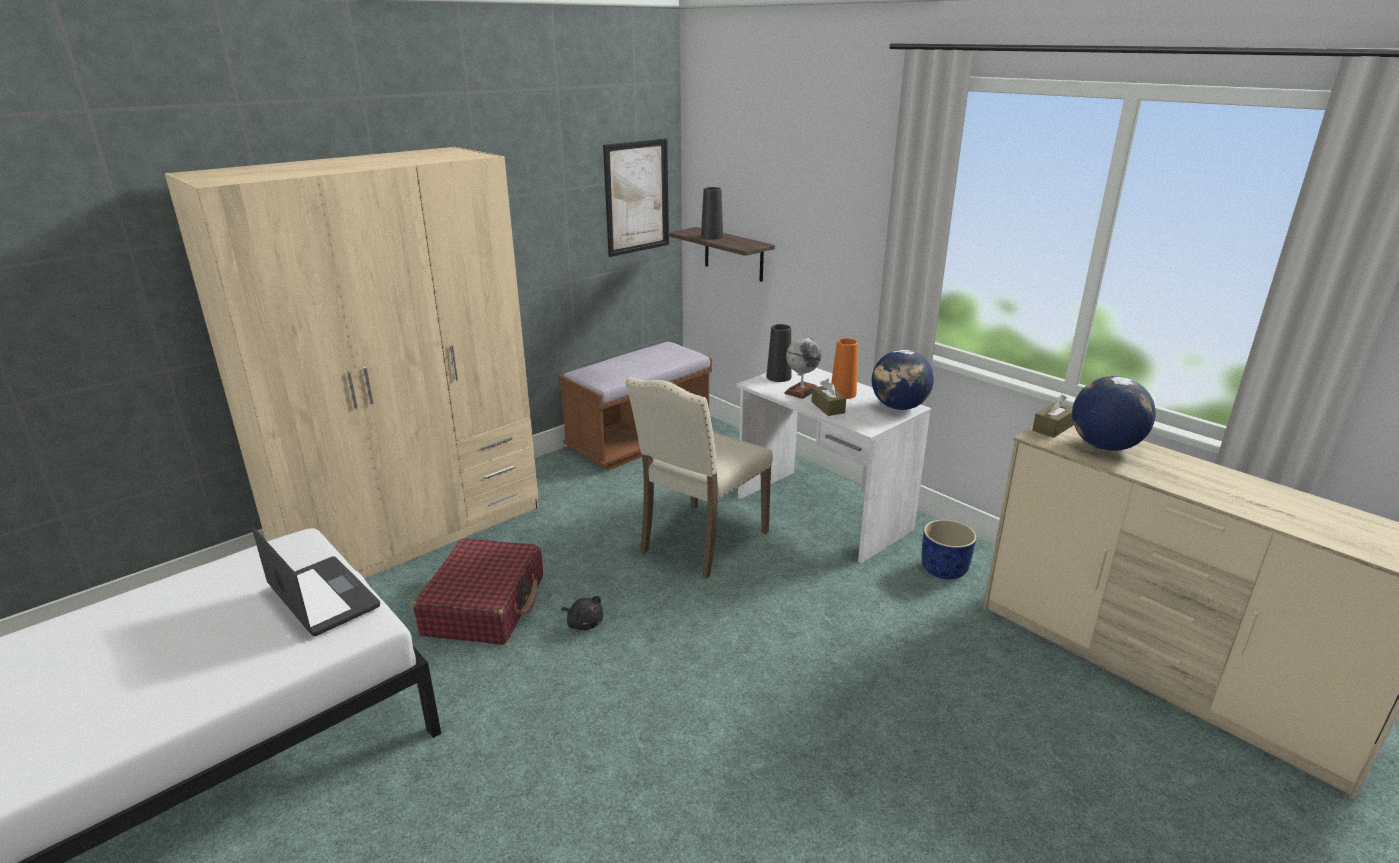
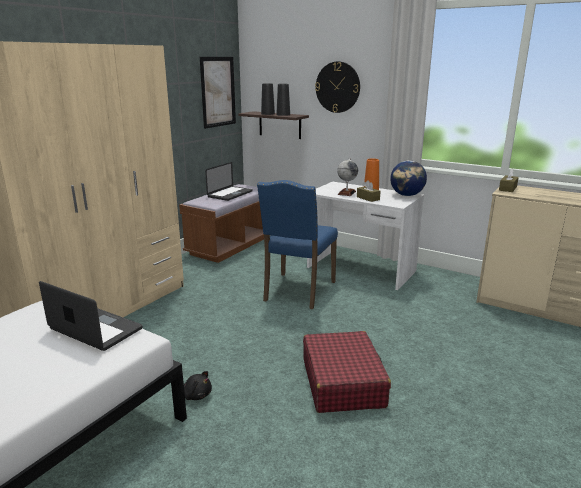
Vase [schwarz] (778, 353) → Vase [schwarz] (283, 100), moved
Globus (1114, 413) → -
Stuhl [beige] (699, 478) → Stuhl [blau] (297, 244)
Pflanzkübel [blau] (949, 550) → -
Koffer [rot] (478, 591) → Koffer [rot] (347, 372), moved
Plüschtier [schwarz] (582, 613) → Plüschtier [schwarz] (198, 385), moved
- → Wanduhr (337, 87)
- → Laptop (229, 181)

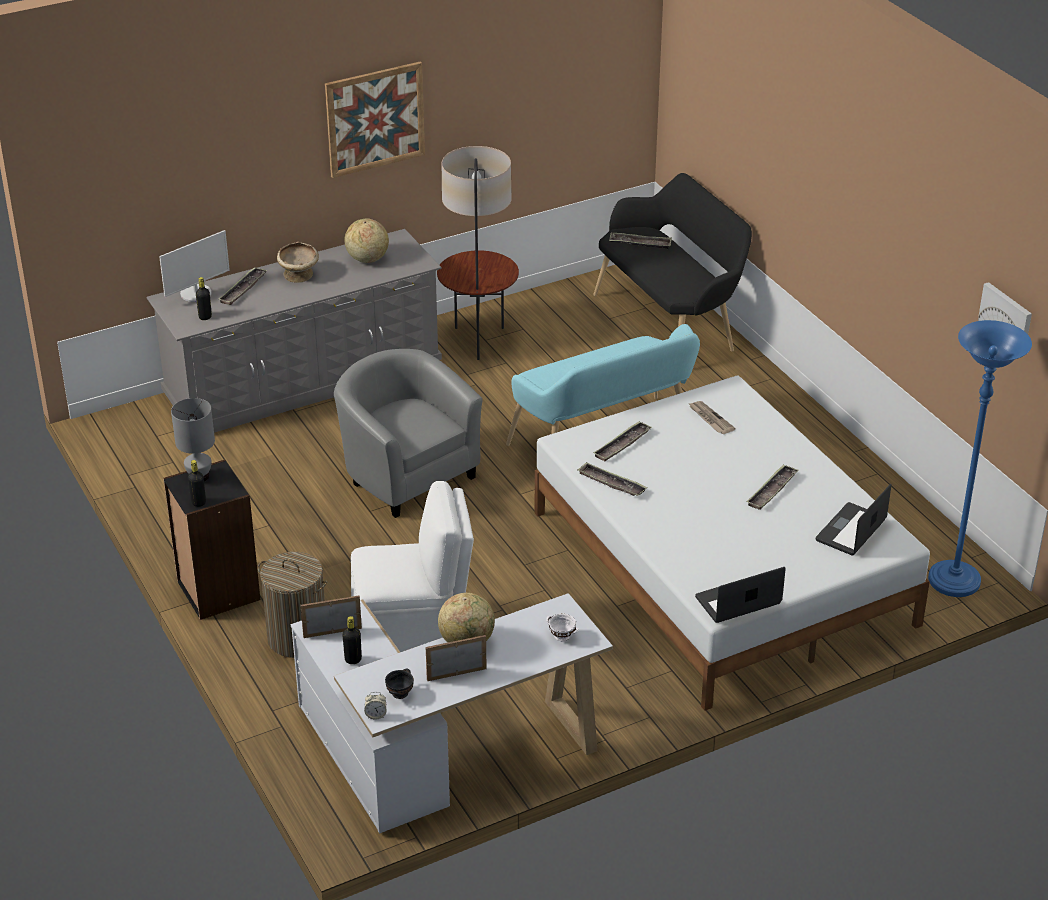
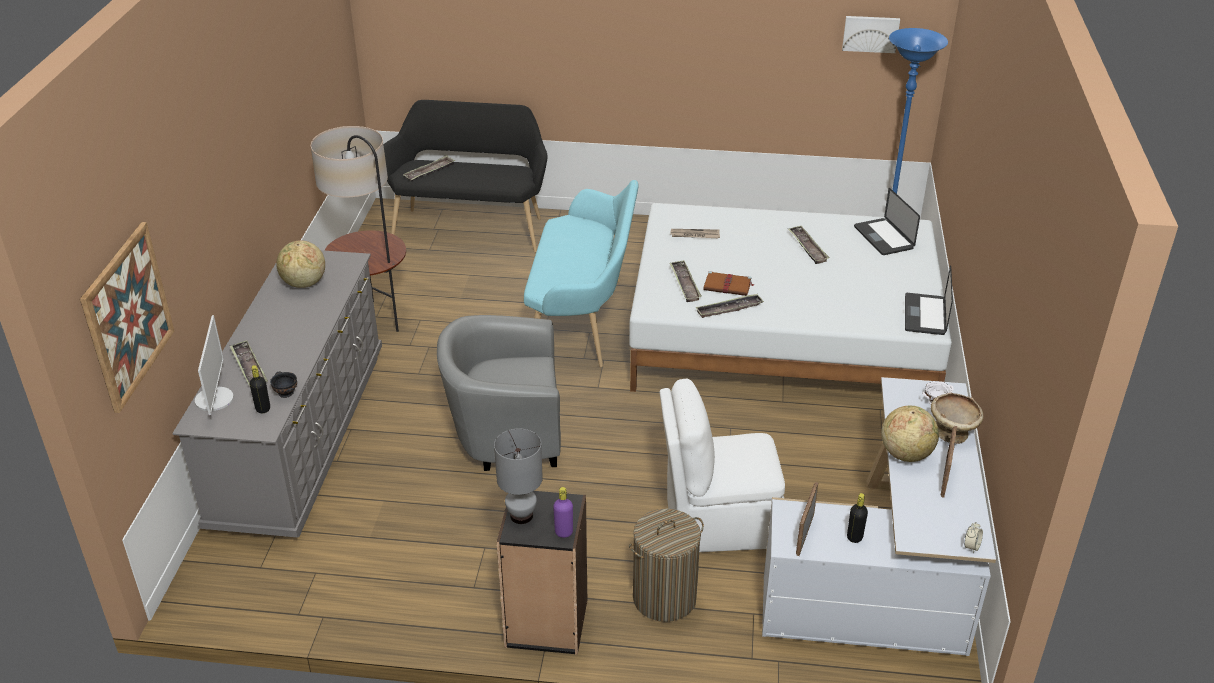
Bild (375, 120) → Bild (127, 317), moved
Schüssel [beige] (298, 262) → Schüssel [beige] (957, 418), moved
Flasche [schwarz] (197, 483) → Flasche [lila] (563, 512)
Stuhl [weiß] (412, 566) → Stuhl [weiß] (722, 465), 120 degrees counterclockwise
Schüssel [schwarz] (399, 684) → Schüssel [schwarz] (283, 385), moved
- → Buch [braun] (729, 283)

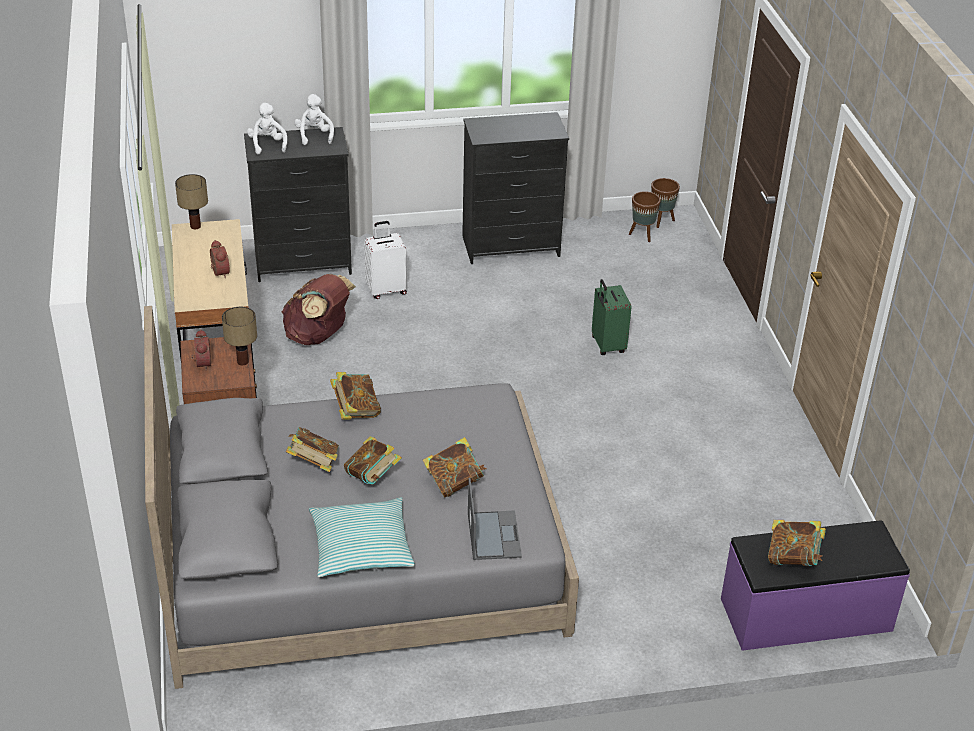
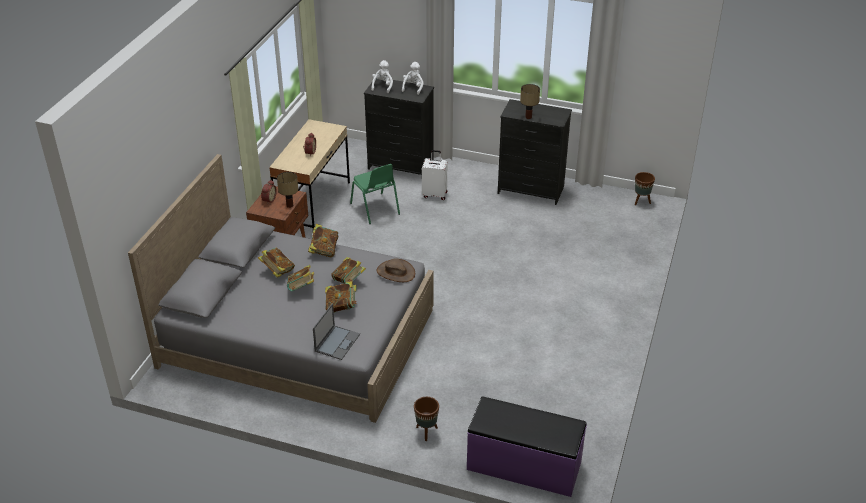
Tischlampe (191, 201) → Tischlampe (530, 101), moved
Pflanzkübel [braun] (645, 216) → Pflanzkübel [braun] (426, 419), moved
Rucksack [braun] (319, 309) → Stuhl [grün] (375, 194)
Koffer [grün] (611, 317) → -
Kissen (362, 537) → -
Buch (797, 543) → Buch (348, 270), moved
- → Hut [braun] (396, 270)

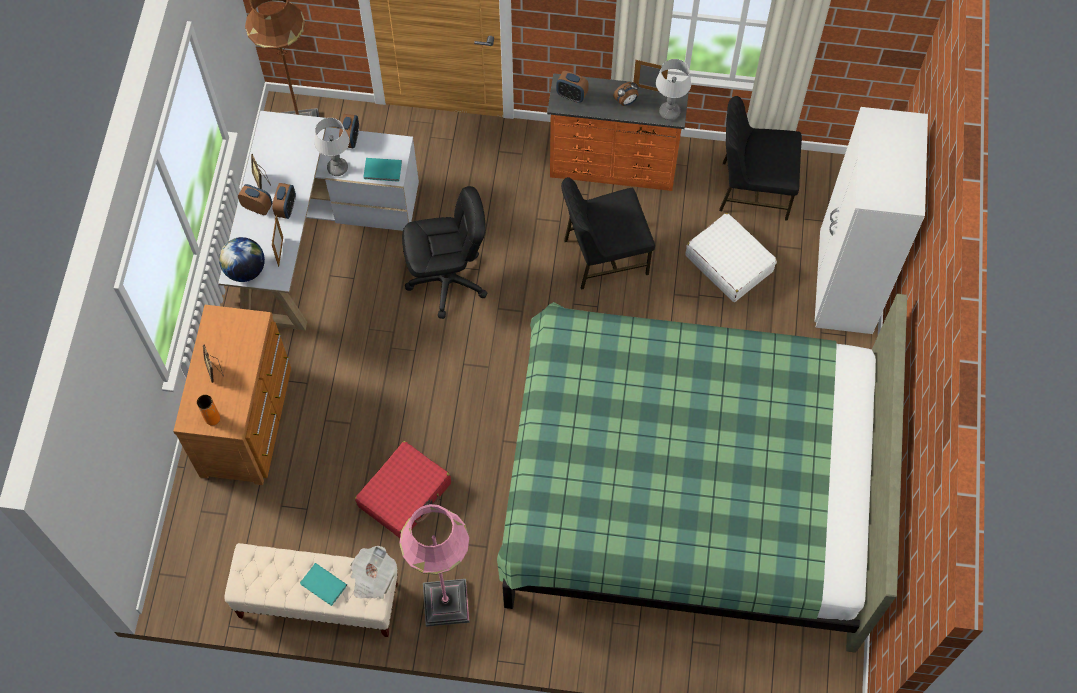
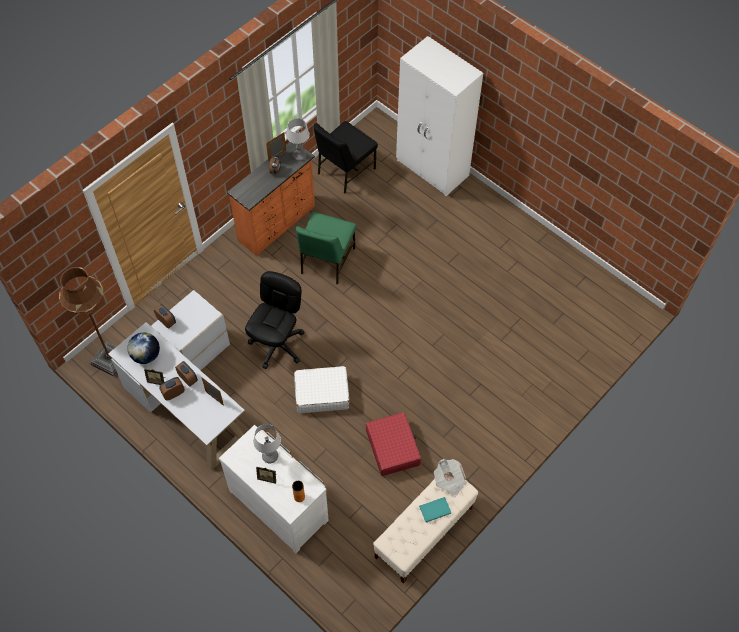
Wecker (572, 87) → -
Tischlampe (331, 147) → Tischlampe (267, 443), moved
Buch [türkis] (382, 170) → -
Stuhl [schwarz] (608, 233) → Stuhl [grün] (326, 248)
Koffer [weiß] (731, 257) → Koffer [weiß] (321, 389), moved
Globus (242, 259) → Globus (144, 348), moved
Bett [grün] (702, 473) → -
Kommode [braun] (232, 395) → Kommode [weiß] (274, 489)
Stehlampe [rosa] (434, 565) → -

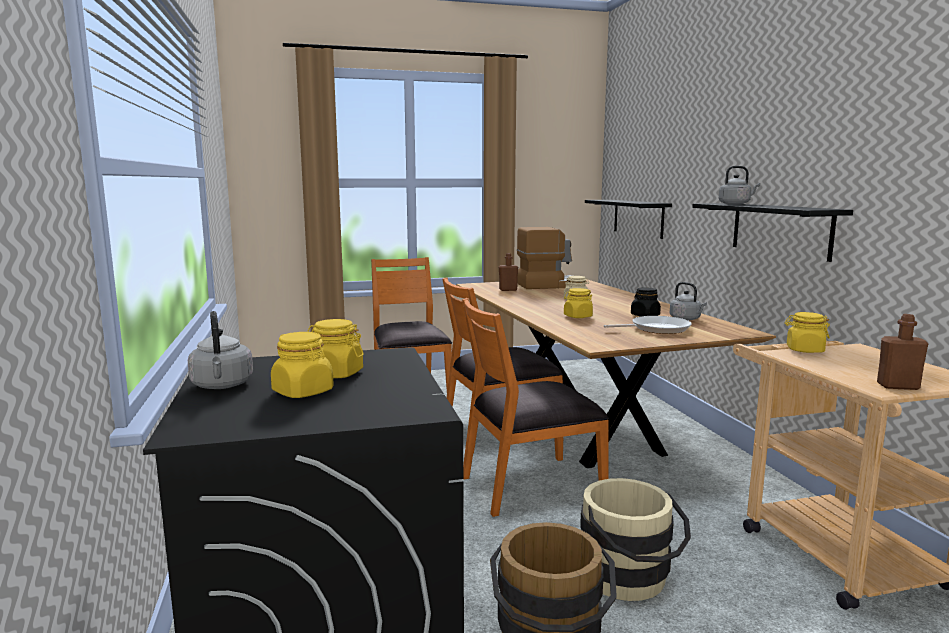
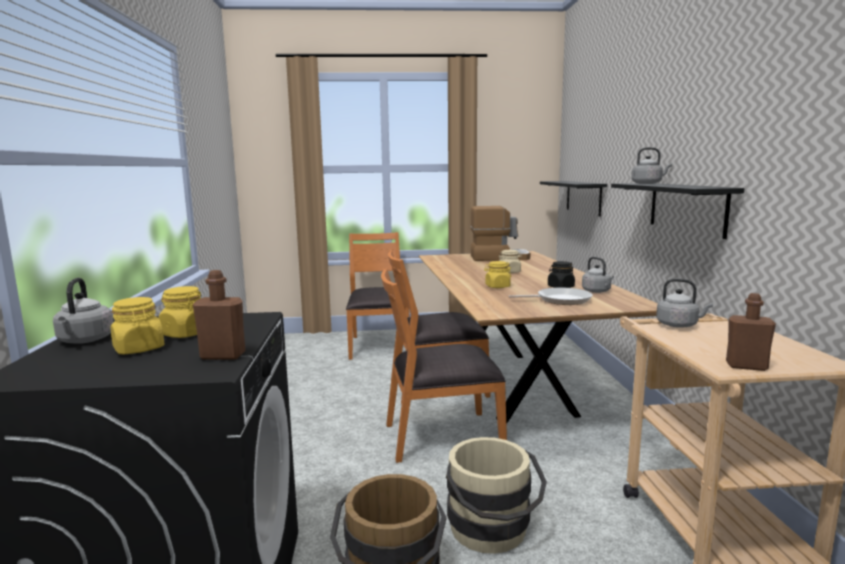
Flasche [braun] (508, 272) → Flasche [braun] (219, 315), moved
Vorratsglas [gelb] (807, 332) → Wasserkessel [grau] (684, 303)

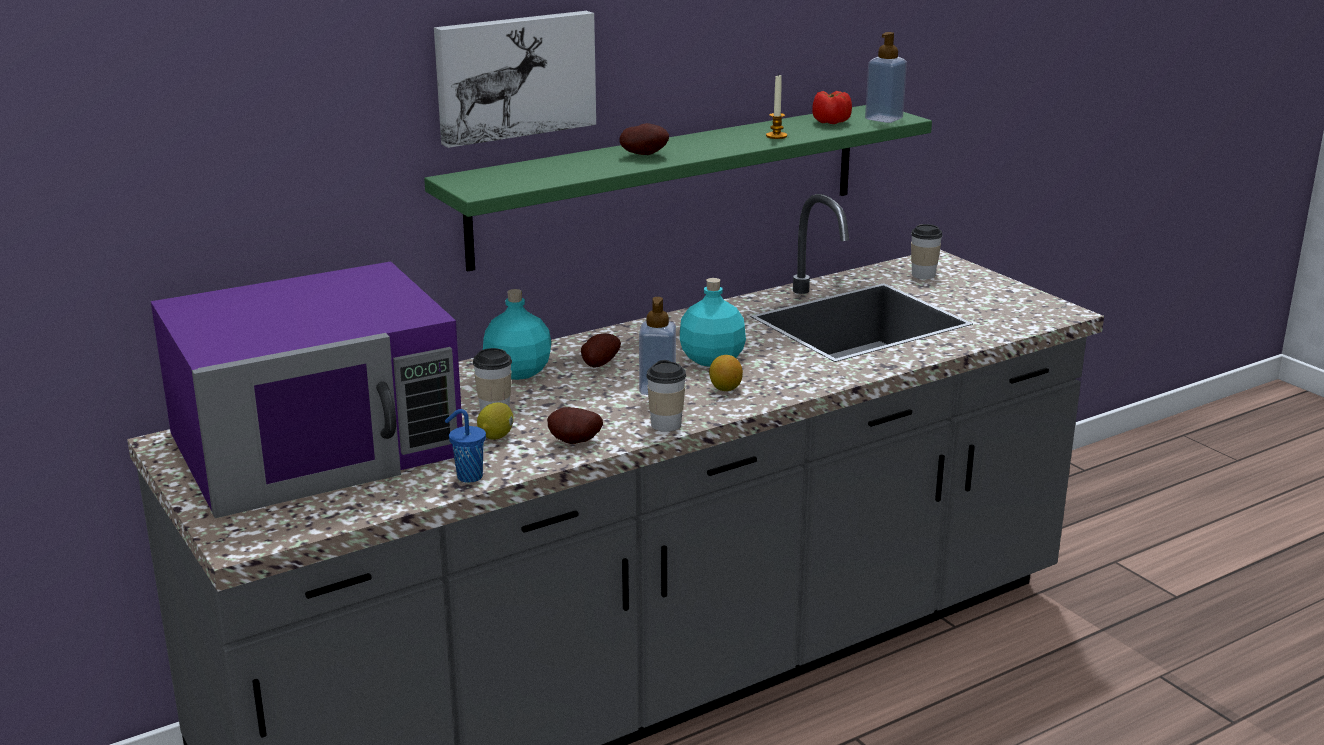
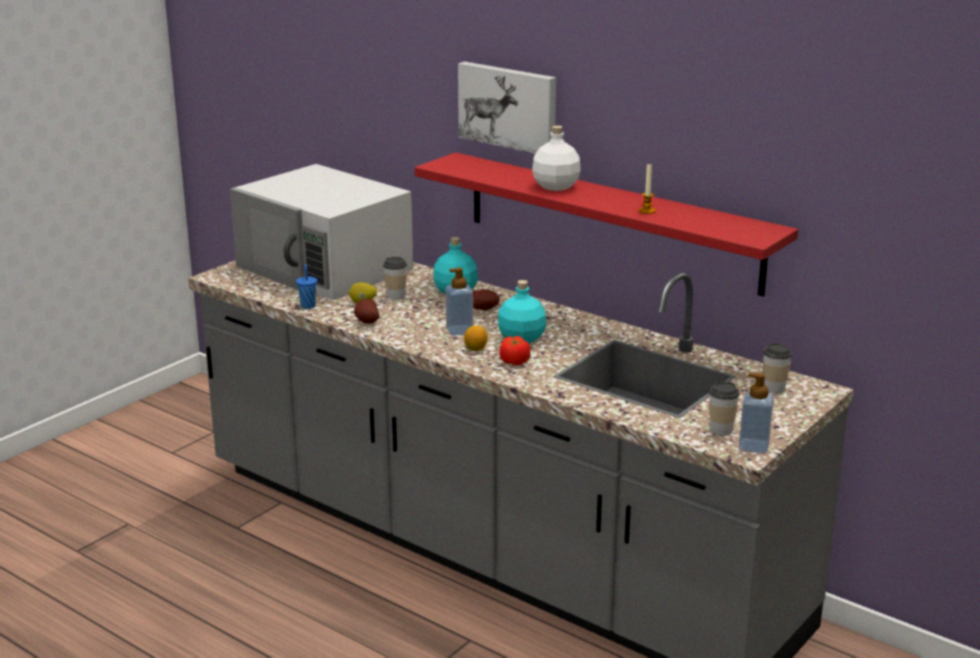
Seifenspender (886, 77) → Seifenspender (756, 413), moved
Tomate (832, 107) → Tomate (514, 351), moved
Wandregal [grün] (678, 188) → Wandregal [rot] (606, 224)
Kartoffel (644, 139) → Flasche [weiß] (556, 158)
Mikrowelle [lila] (307, 390) → Mikrowelle [weiß] (321, 232)
Tasse (666, 396) → Tasse (724, 409), moved

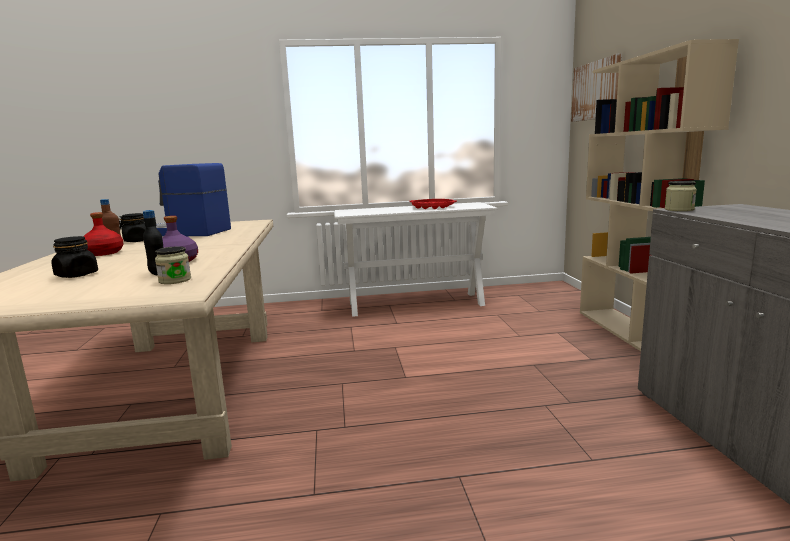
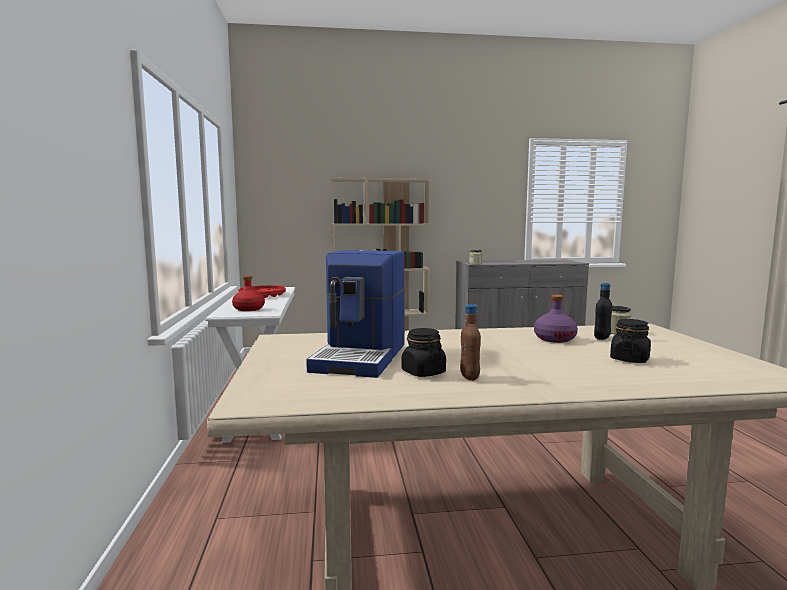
Bild (596, 88) → -
Flasche [rot] (103, 234) → Flasche [rot] (248, 293), moved

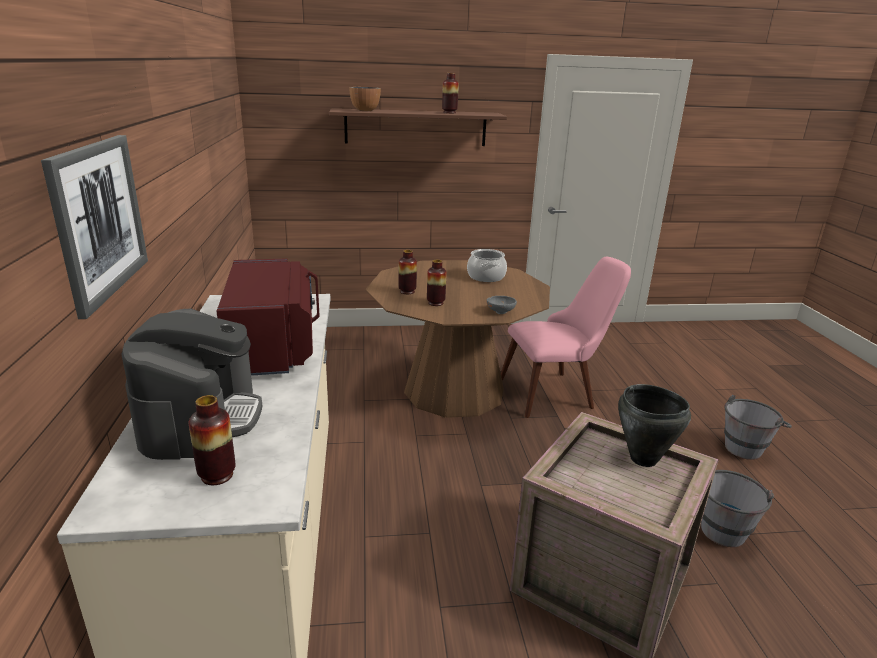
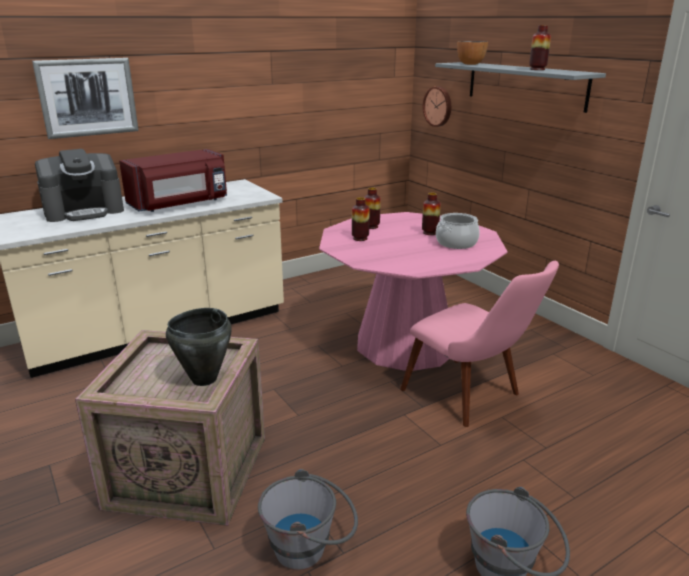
Wandregal [braun] (418, 127) → Wandregal [grau] (520, 87)
Esstisch [braun] (457, 339) → Esstisch [rosa] (413, 291)
Schüssel [grau] (501, 305) → -
Vase (212, 440) → Vase (431, 214), moved
- → Wanduhr (437, 107)

